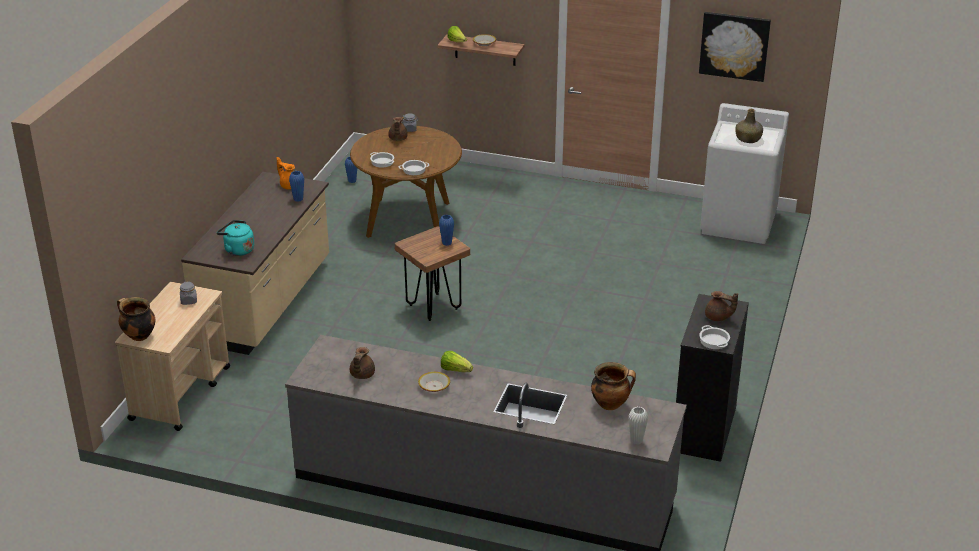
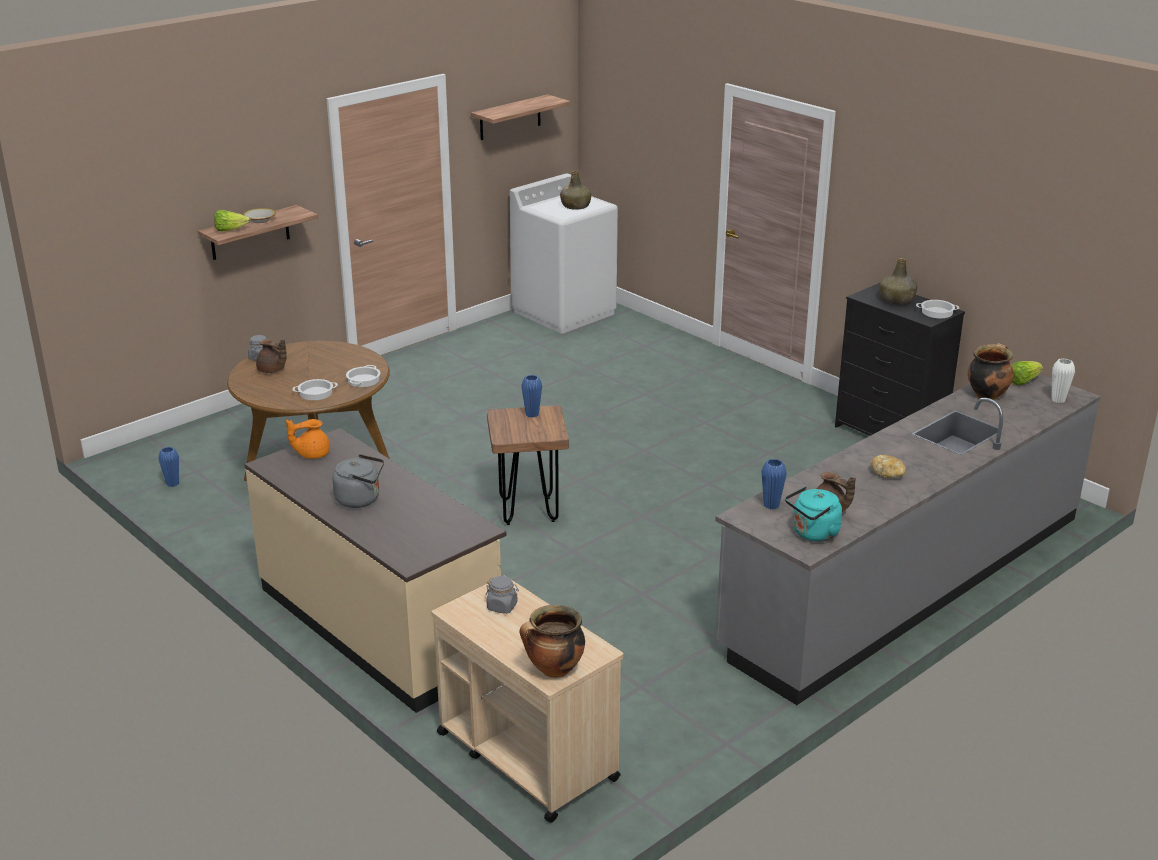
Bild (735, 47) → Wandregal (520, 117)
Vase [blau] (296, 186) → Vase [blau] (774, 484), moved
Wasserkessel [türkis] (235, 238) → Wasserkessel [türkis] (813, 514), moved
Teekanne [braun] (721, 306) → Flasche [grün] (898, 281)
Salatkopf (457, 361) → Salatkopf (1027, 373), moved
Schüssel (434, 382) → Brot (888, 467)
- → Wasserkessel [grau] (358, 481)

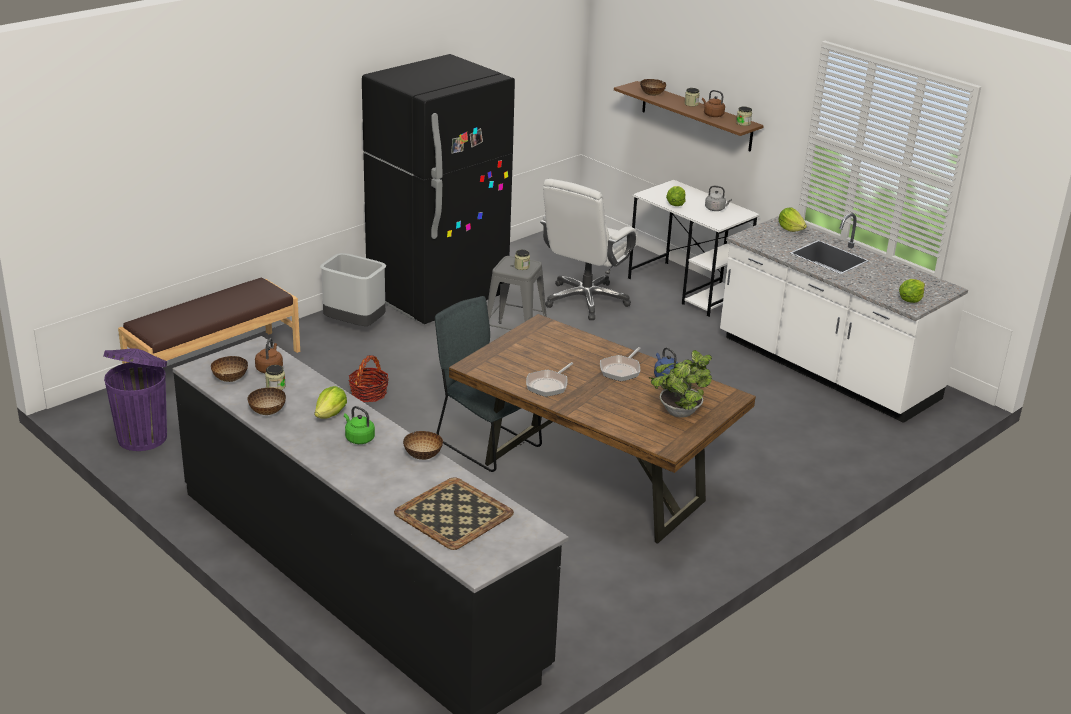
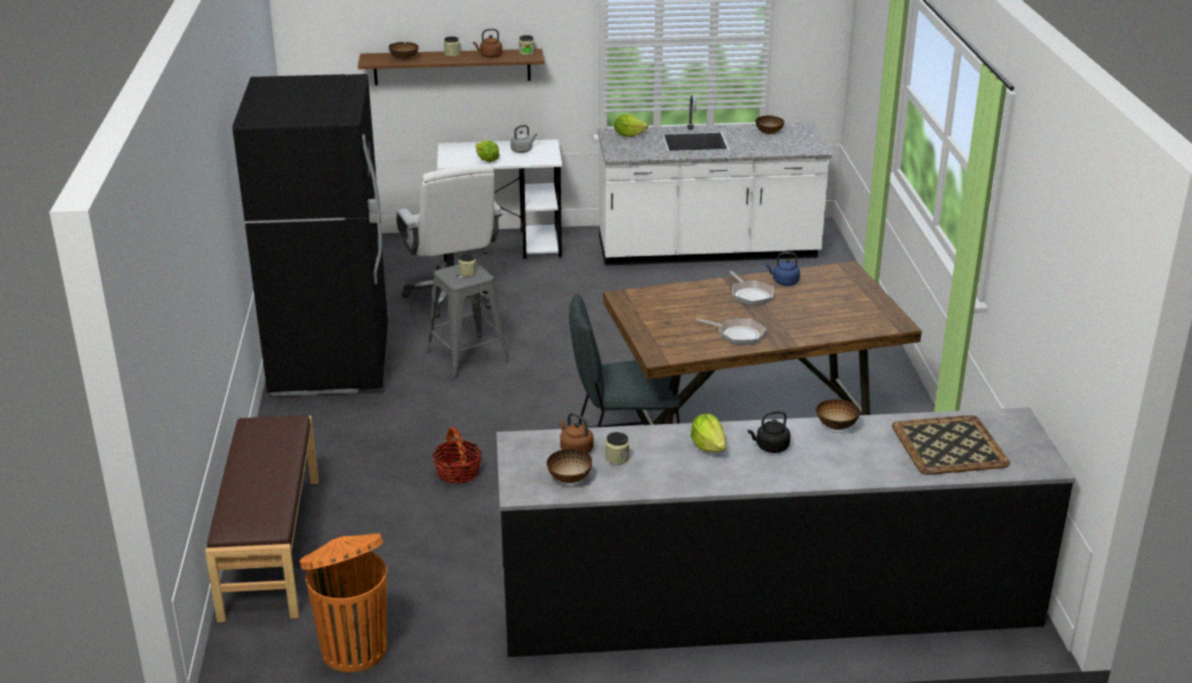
Mülleimer [grau] (353, 289) → -
Salatkopf (912, 291) → -
Mülleimer [lila] (135, 399) → Mülleimer [orange] (343, 602)
Topfpflanze (680, 384) → -
Pfanne (549, 379) → Pfanne (730, 331), 45 degrees counterclockwise
Schüssel (266, 401) → Schüssel (770, 124), moved
Wasserkessel [grün] (359, 425) → Wasserkessel [schwarz] (769, 432)

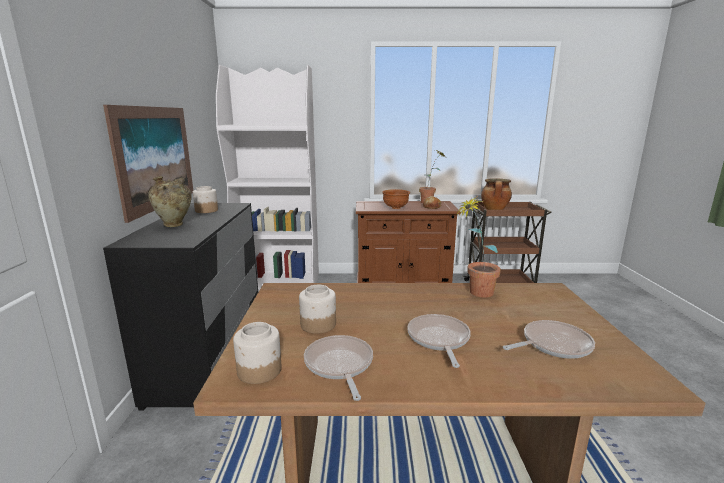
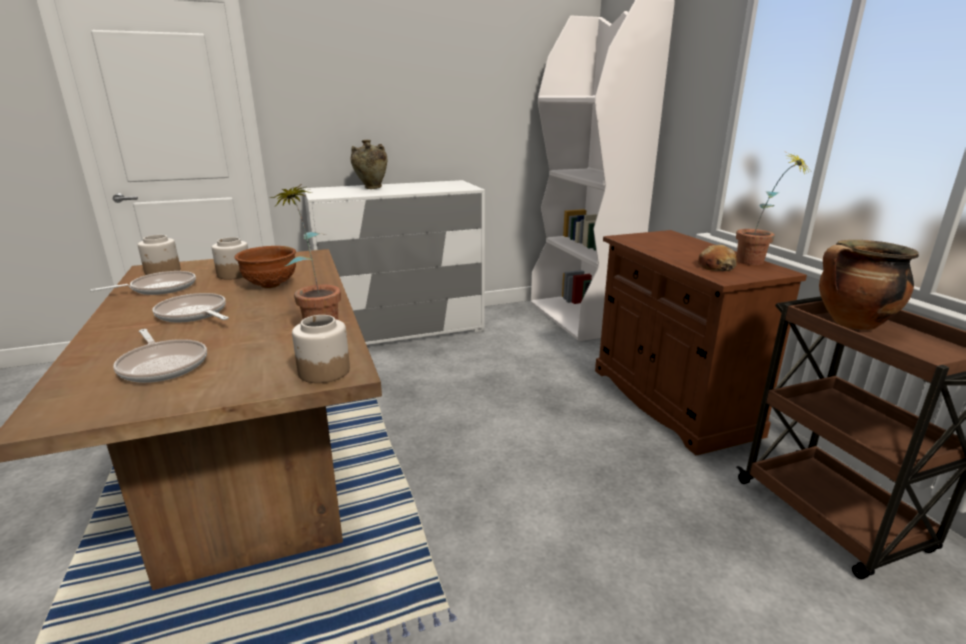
Bild (148, 164) → -
Vorratsglas (205, 199) → Vorratsglas (321, 349), moved
Schüssel [braun] (396, 199) → Schüssel [braun] (265, 267), moved
Kommode [schwarz] (180, 307) → Kommode [weiß] (394, 262)
Pfanne (439, 341) → Pfanne (190, 308), 120 degrees counterclockwise

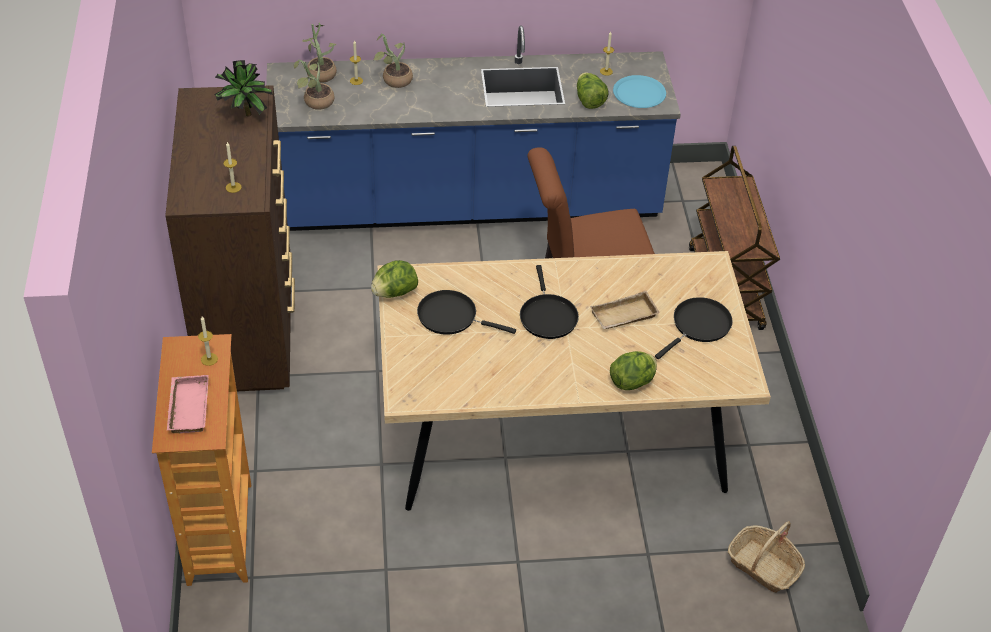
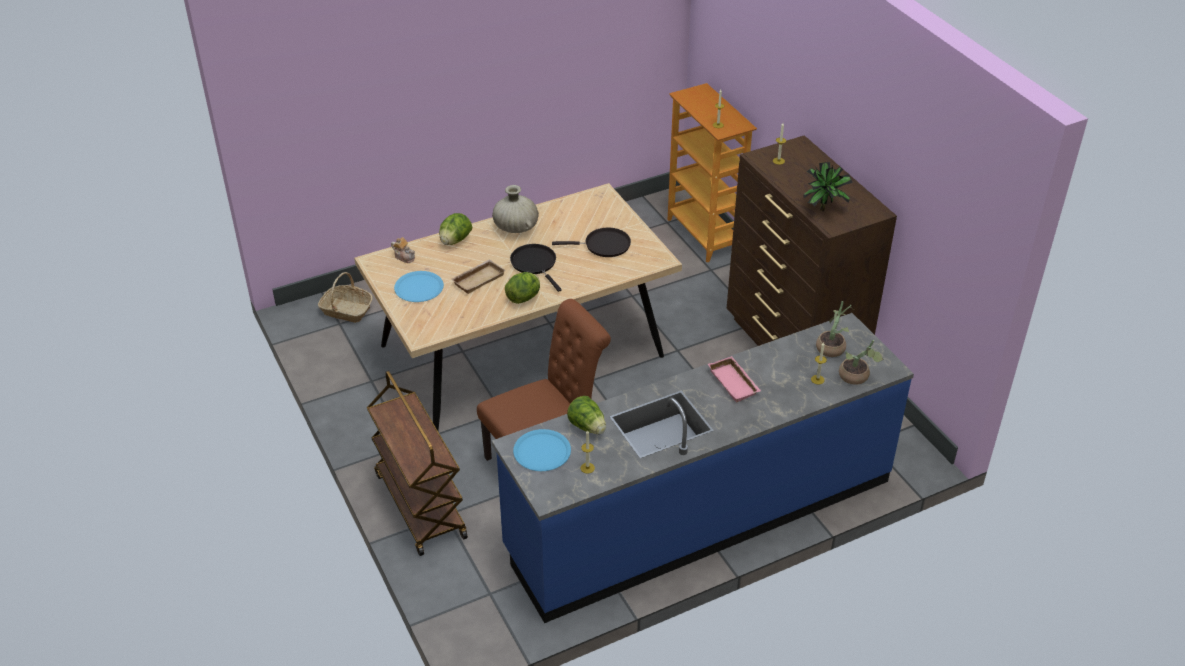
Topfpflanze (393, 61) → -
Salatkopf (394, 279) → Salatkopf (522, 288), moved
Pfanne [schwarz] (694, 328) → Teller [blau] (419, 286)
Tablett [rosa] (188, 404) → Tablett [rosa] (734, 379), moved
- → Vase [beige] (515, 209)
- → Teekanne (403, 250)

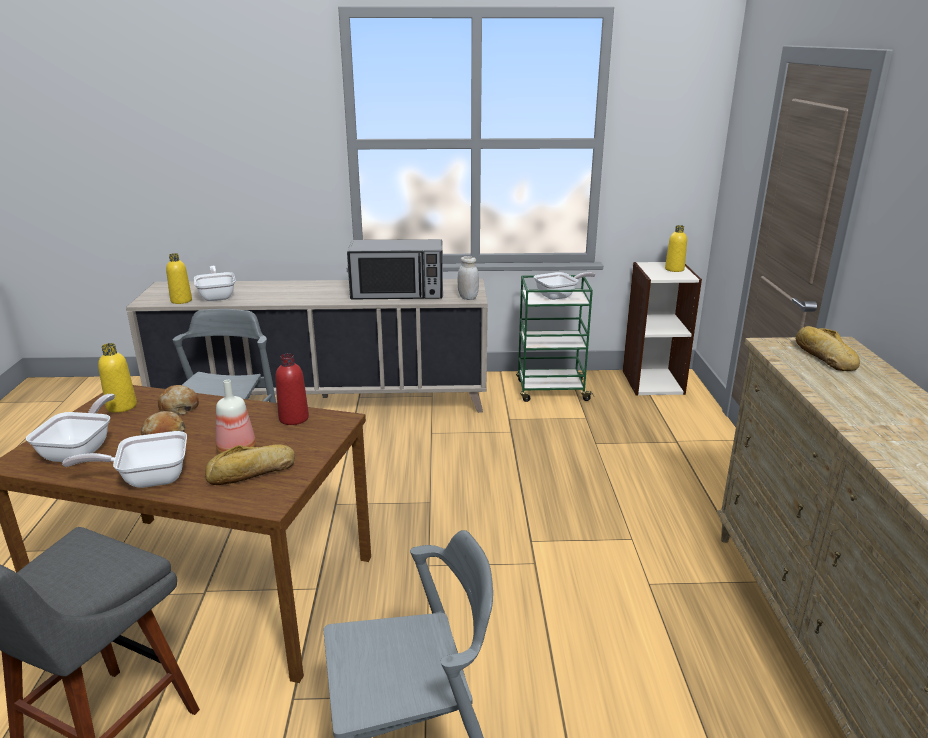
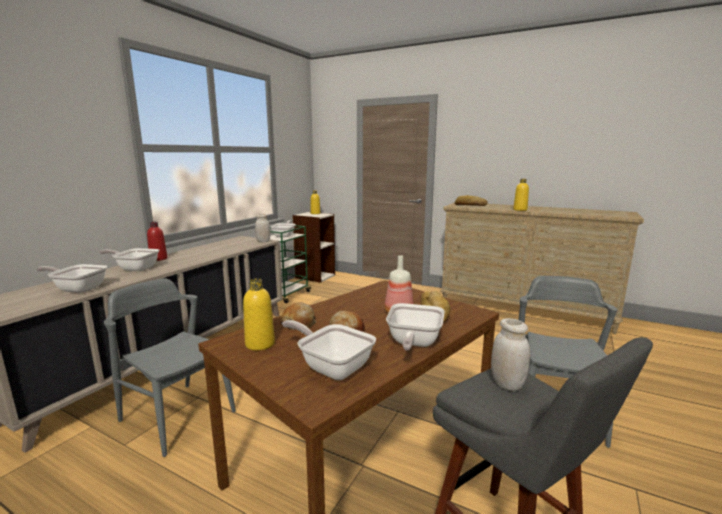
Mikrowelle (395, 269) → -
Flasche [gelb] (179, 278) → Flasche [gelb] (521, 195), moved
Flasche [rot] (292, 389) → Flasche [rot] (157, 241), moved
- → Pfanne (129, 259)
- → Vorratsglas [weiß] (510, 354)

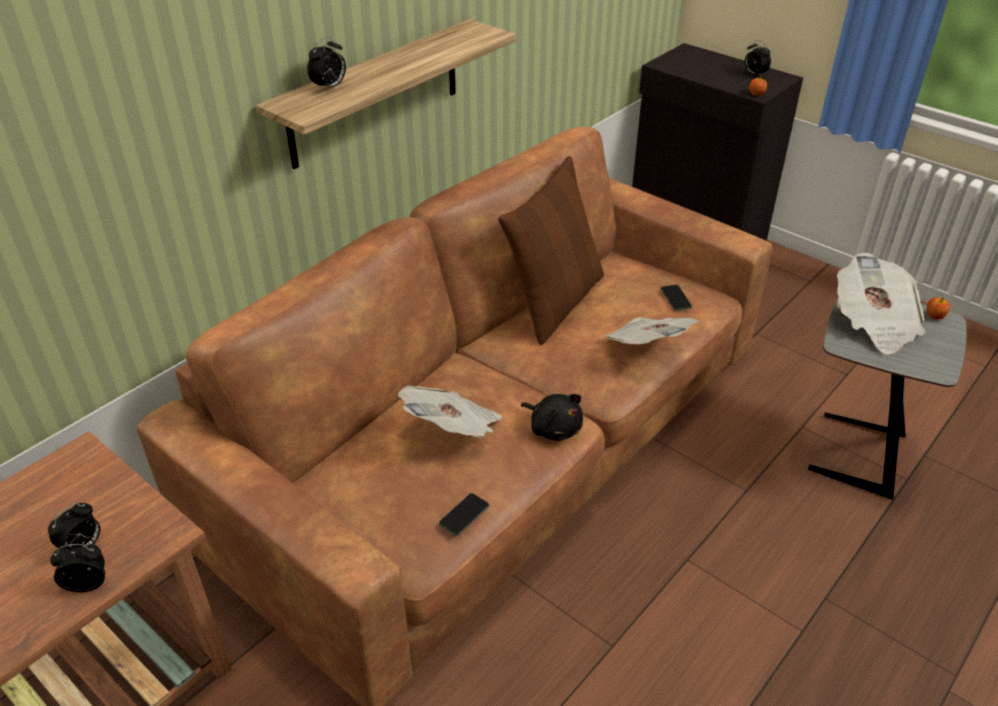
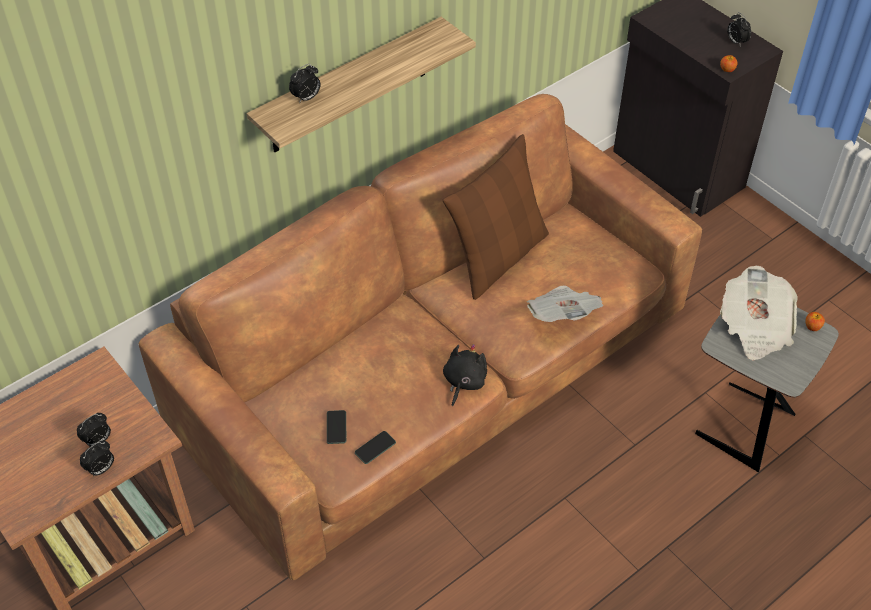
Handy (676, 298) → Handy (336, 427), moved
Zeitung (450, 412) → -
Plüschtier [schwarz] (552, 417) → Plüschtier [schwarz] (465, 375), 120 degrees counterclockwise
Wecker (77, 568) → Wecker (97, 459), 135 degrees clockwise

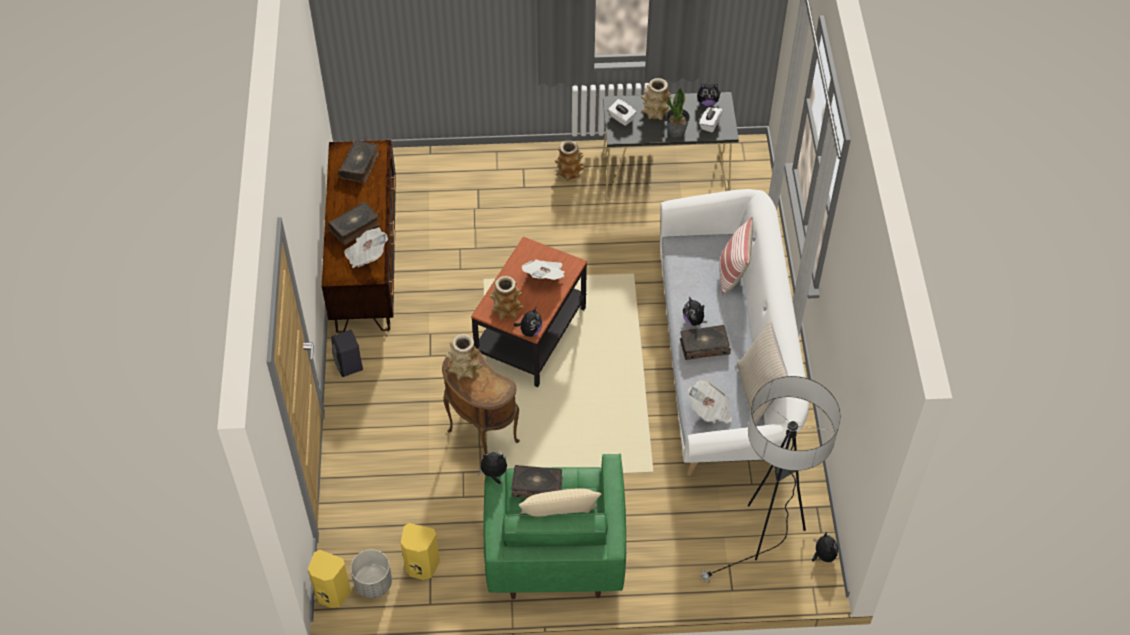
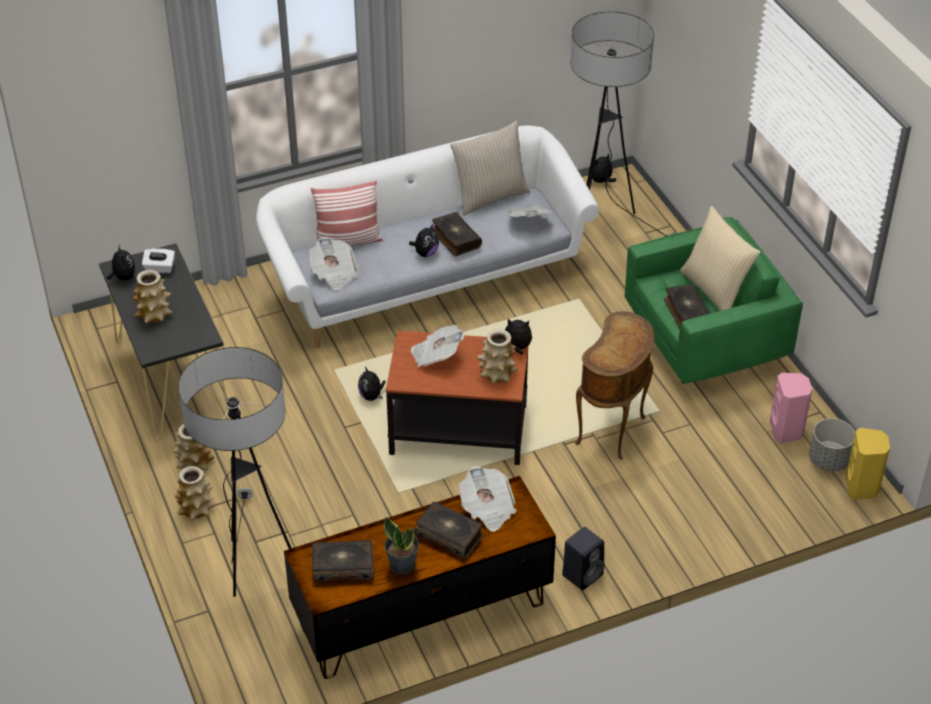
Topfpflanze (678, 112) → Topfpflanze (401, 546), moved
Taschentuchbox [weiß] (622, 112) → -
Vase (463, 357) → Vase (195, 493), moved
Plüschtier (492, 468) → Plüschtier (372, 383), moved
Lautsprecher [gelb] (420, 551) → Lautsprecher [rosa] (791, 408)
- → Zeitung (333, 264)
- → Stehlampe (234, 472)

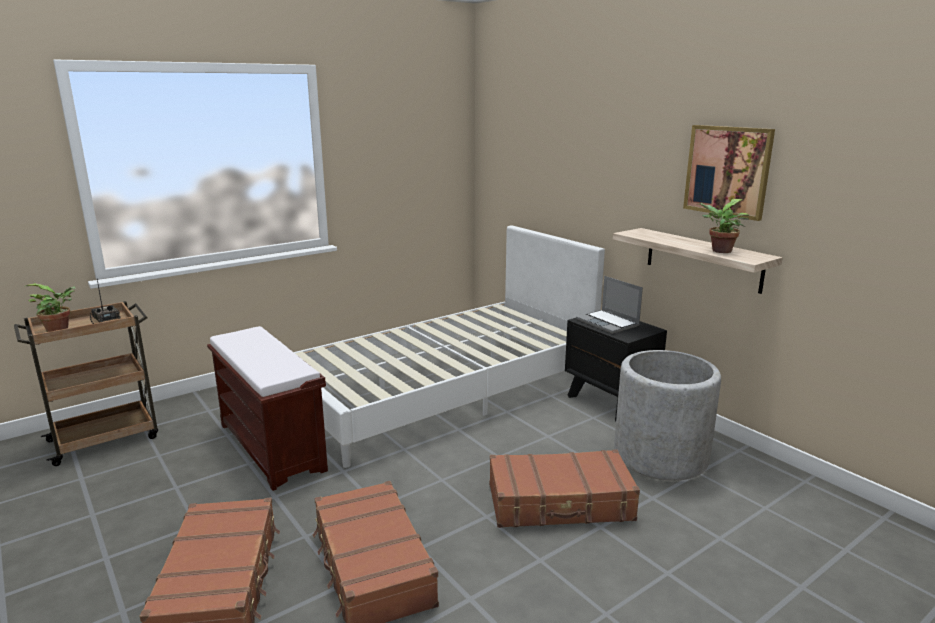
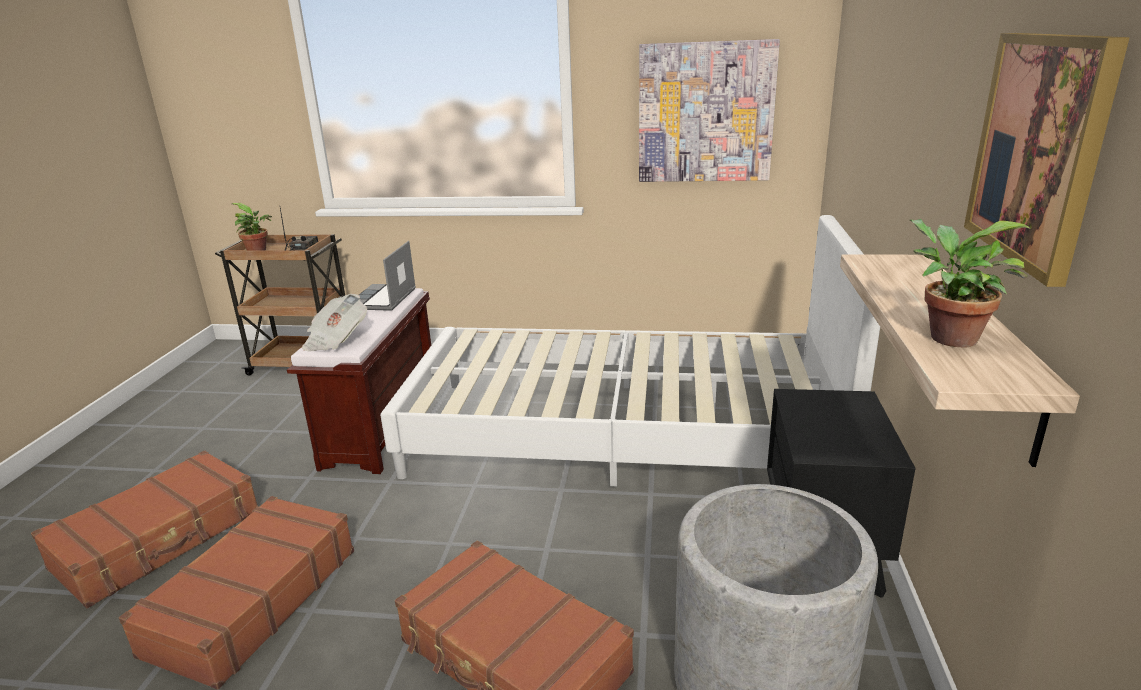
Laptop (609, 305) → Laptop (387, 276), moved
- → Bild (709, 110)
- → Zeitung (334, 322)

